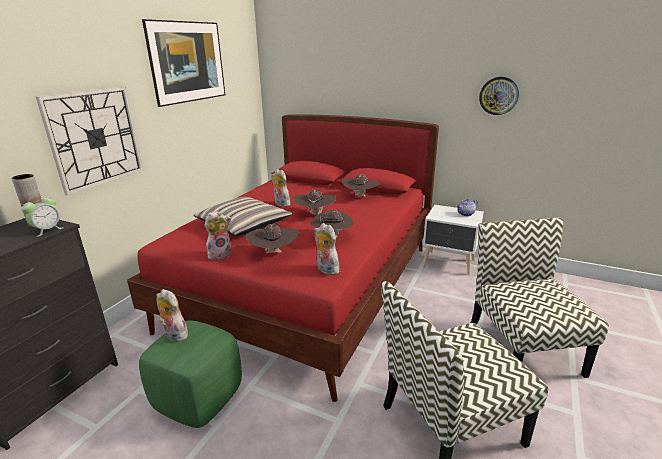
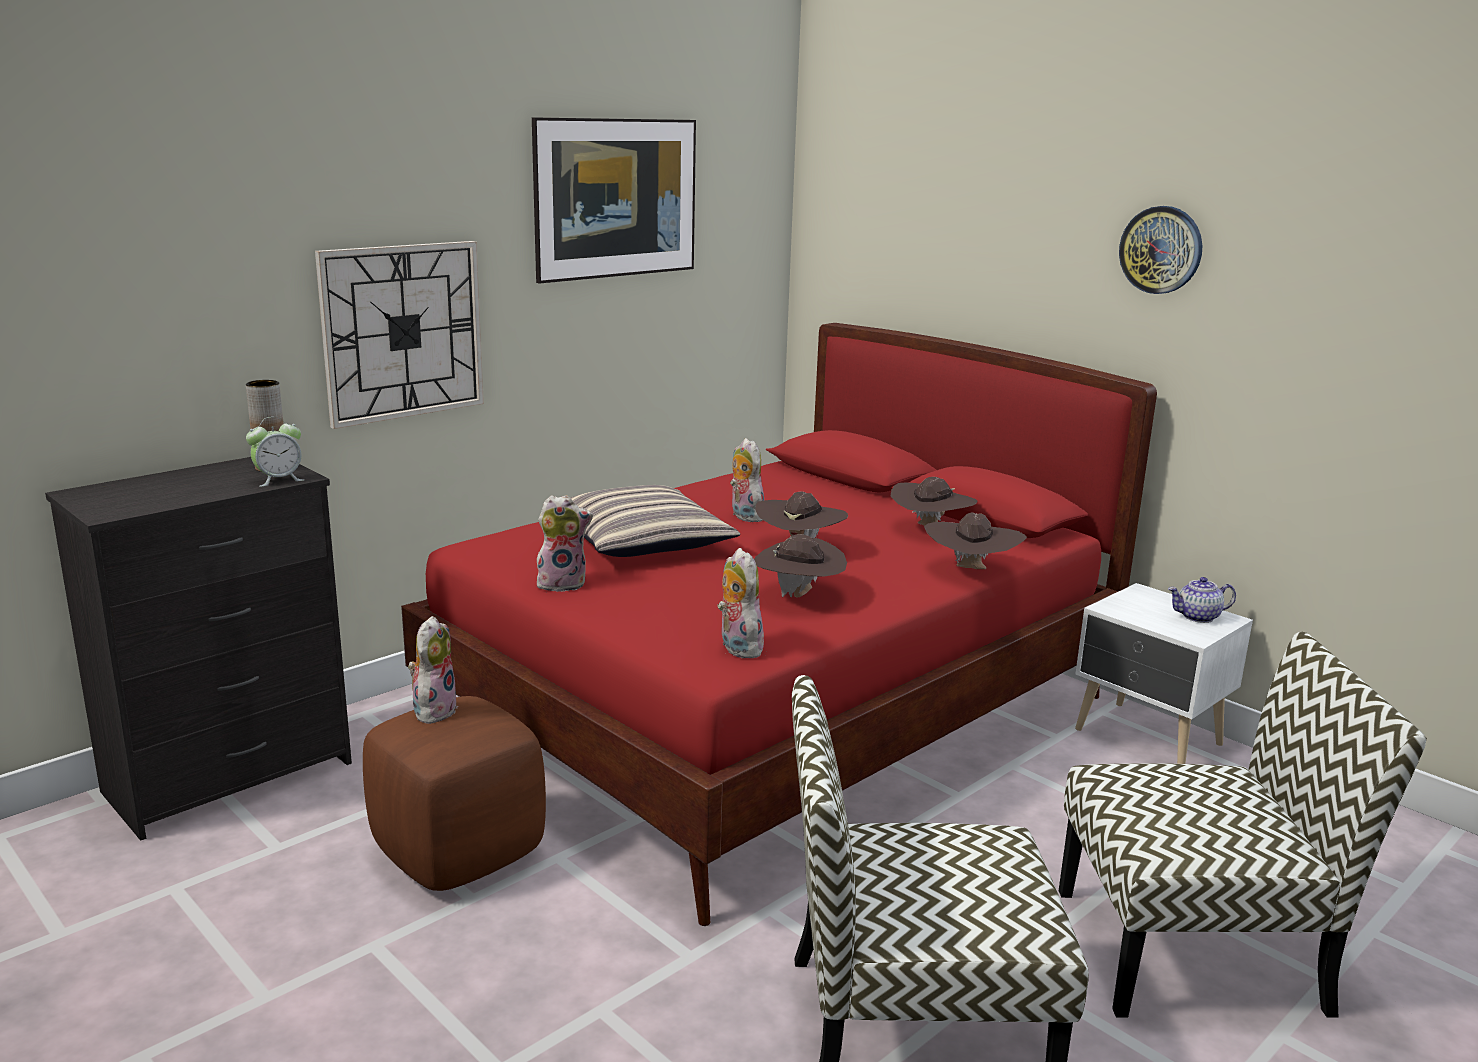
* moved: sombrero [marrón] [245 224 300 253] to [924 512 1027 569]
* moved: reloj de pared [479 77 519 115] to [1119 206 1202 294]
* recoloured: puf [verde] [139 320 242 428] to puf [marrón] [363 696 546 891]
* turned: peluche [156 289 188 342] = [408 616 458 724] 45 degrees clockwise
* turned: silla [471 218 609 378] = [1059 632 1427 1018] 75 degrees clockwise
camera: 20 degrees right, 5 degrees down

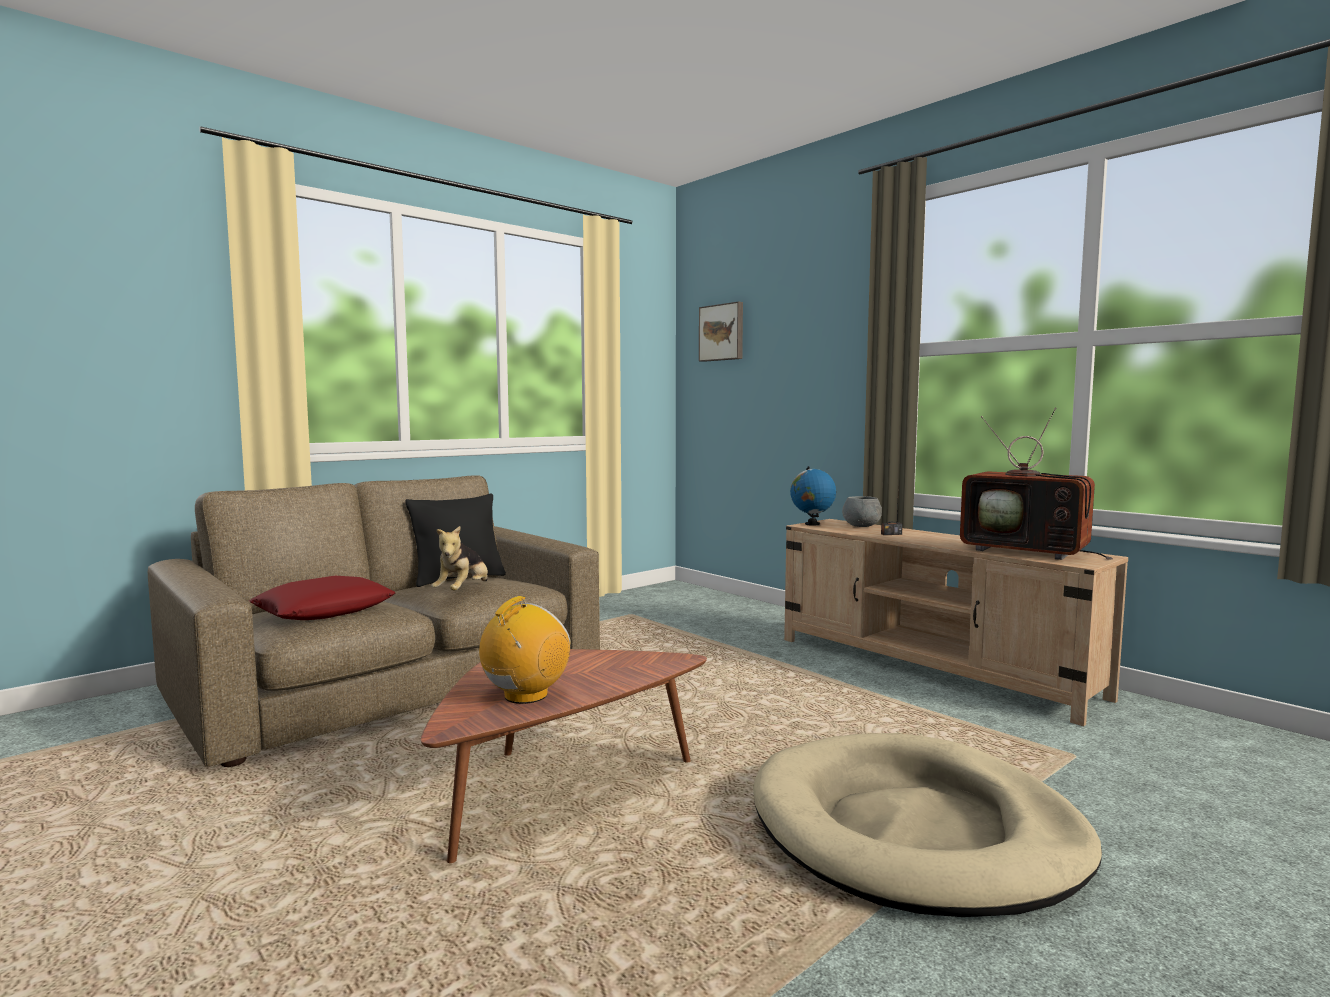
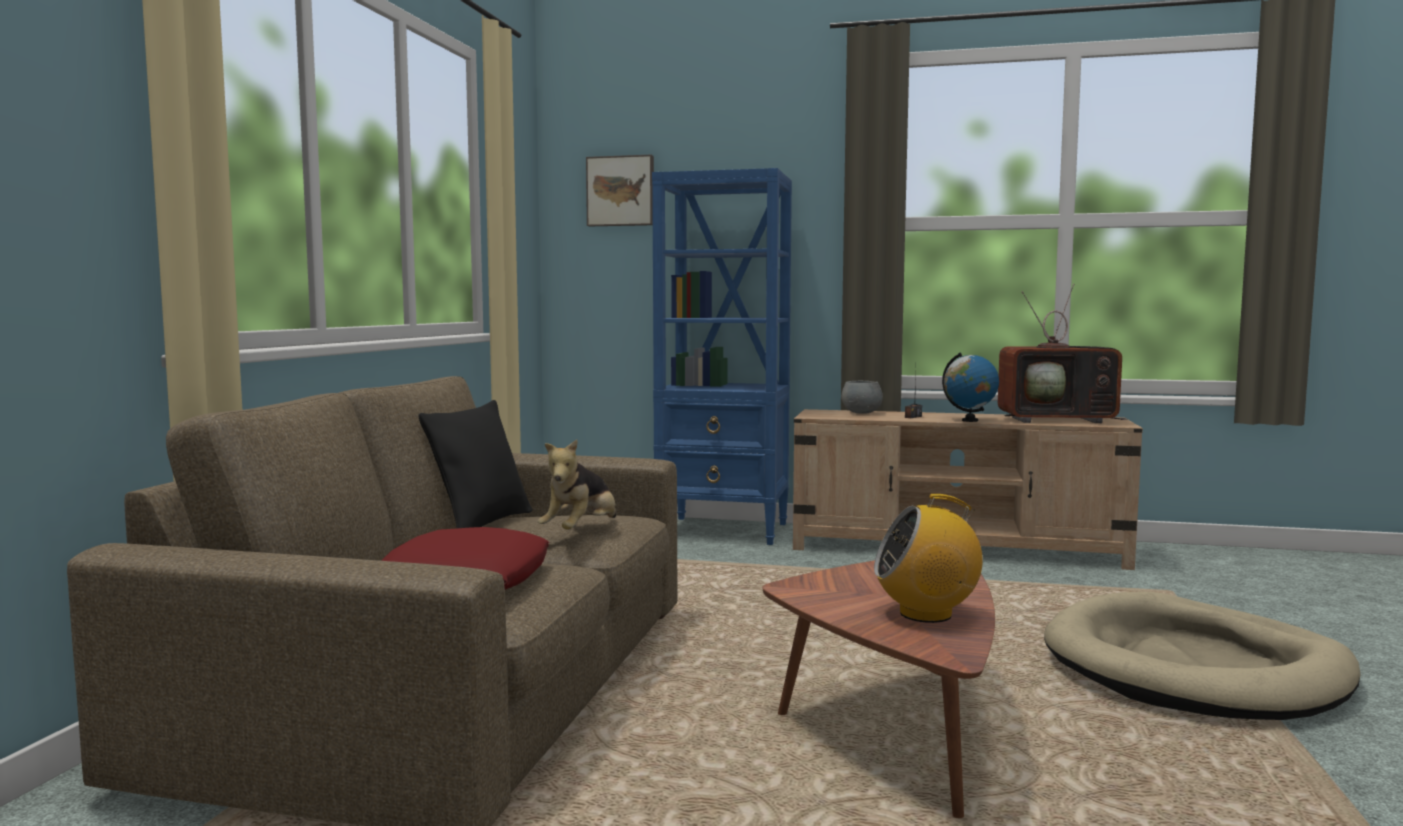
* added: estantería [azul] [652 168 792 545]
* moved: globo terráqueo [790 466 836 525] to [942 352 999 422]
* turned: peluche [431 526 488 590] = [538 439 616 530] 45 degrees clockwise
* turned: radio [479 596 570 704] = [874 494 983 623] 90 degrees counterclockwise
camera: 35 degrees left, 0 degrees up

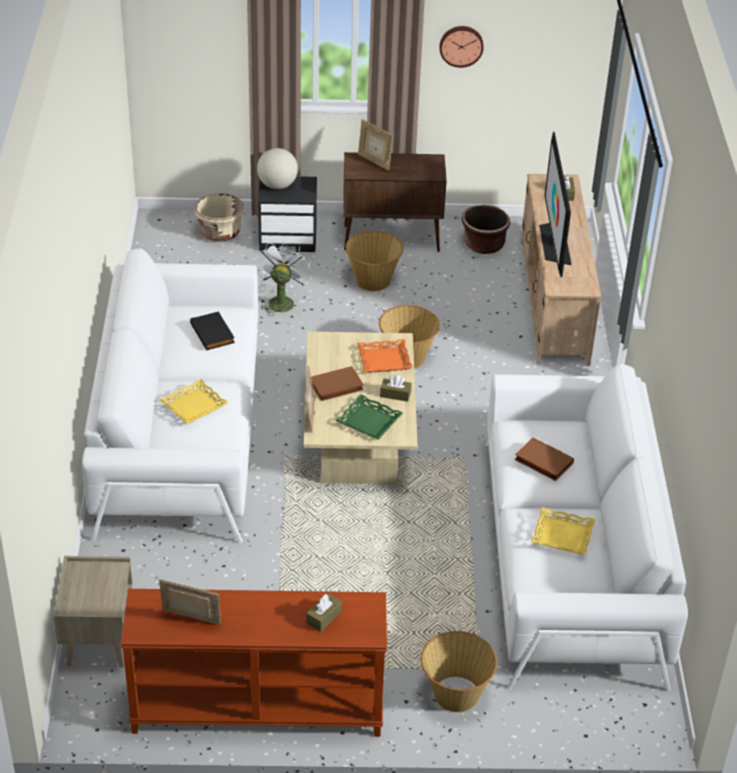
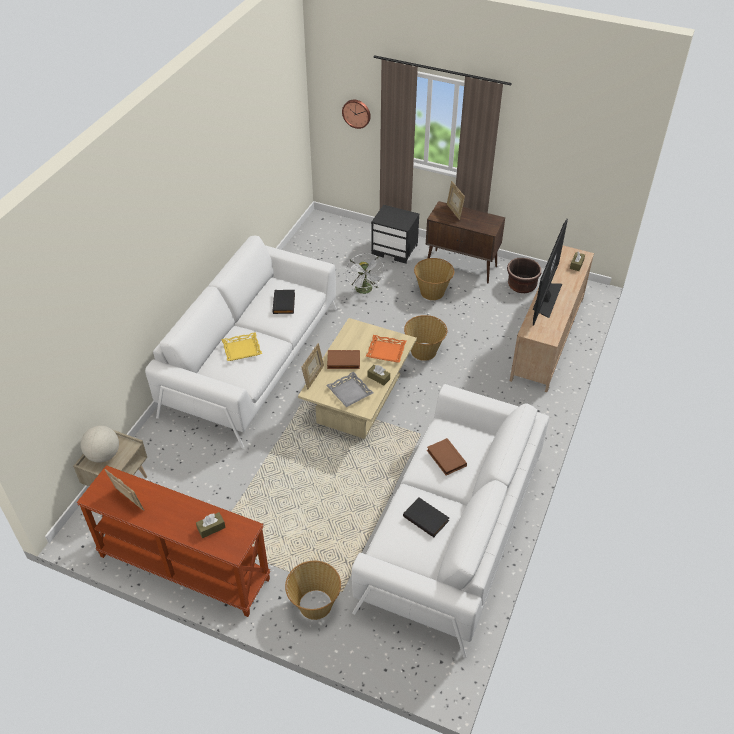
* removed: maceta [beis] [195 193 244 242]
* moved: globo terráqueo [257 148 298 189] to [81 426 119 463]
* moved: reloj de pared [439 26 484 68] to [342 100 371 129]
* replaced: bandeja [amarillo] [531 507 596 555] to libro [negro] [403 497 449 537]
* recoloured: bandeja [verde] [336 394 403 439] to bandeja [gris] [326 371 373 407]
* turned: ventilador [blanco] [254 241 312 316] = [345 253 384 295] 135 degrees clockwise
camera: 25 degrees right, 5 degrees up

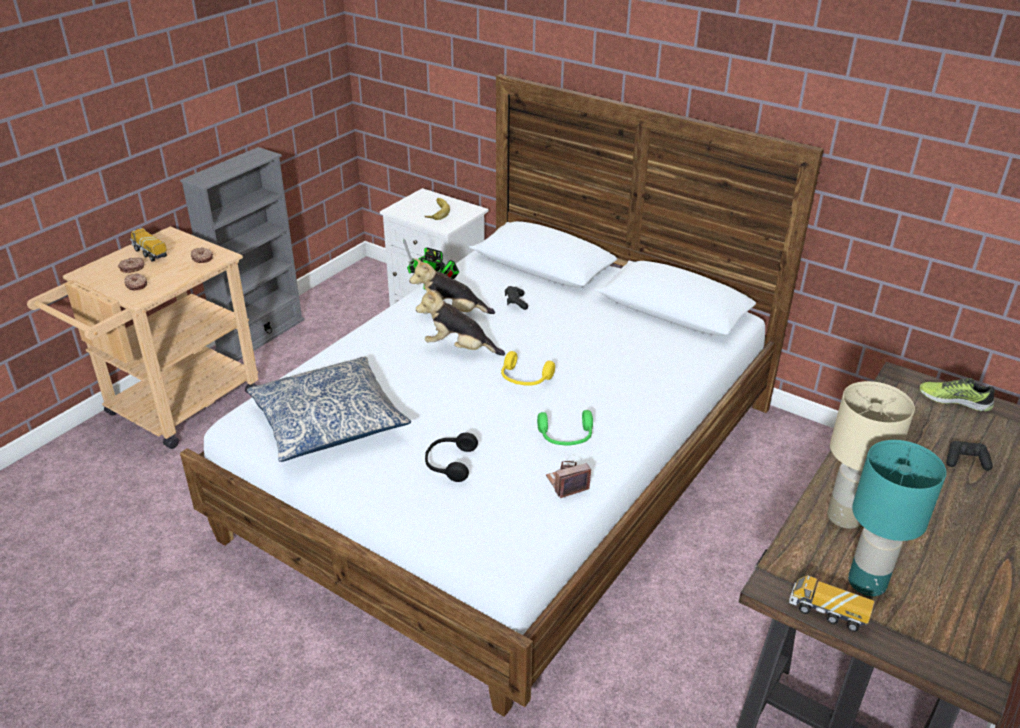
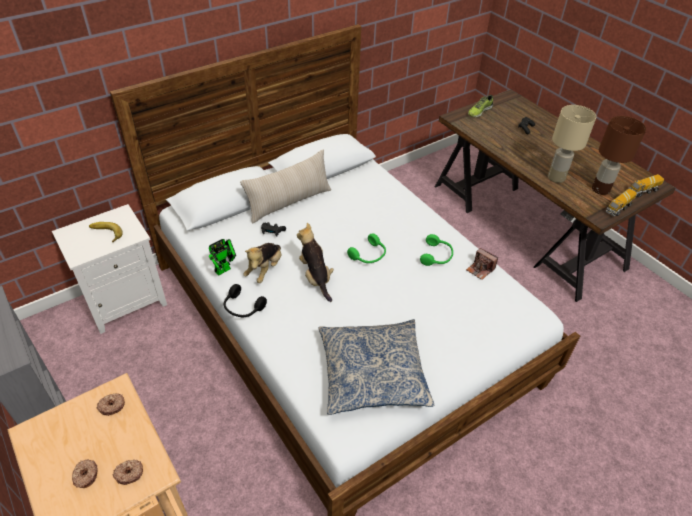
* added: cojín [beis] [240 150 331 224]
* moved: camión de juguete [130 228 167 262] to [629 174 664 197]
* moved: auriculares [negro] [425 432 478 482] to [224 284 267 317]
* recoloured: auriculares [amarillo] [501 351 555 386] to auriculares [verde] [347 233 386 263]
* recoloured: lámpara de mesa [turquesa] [848 440 946 596] to lámpara de mesa [marrón] [592 116 646 195]
* turned: peluche [416 286 505 356] = [297 223 334 302] 120 degrees clockwise
* turned: cámara [546 461 591 498] = [466 248 498 280] 45 degrees counterclockwise
camera: 70 degrees left, 10 degrees up

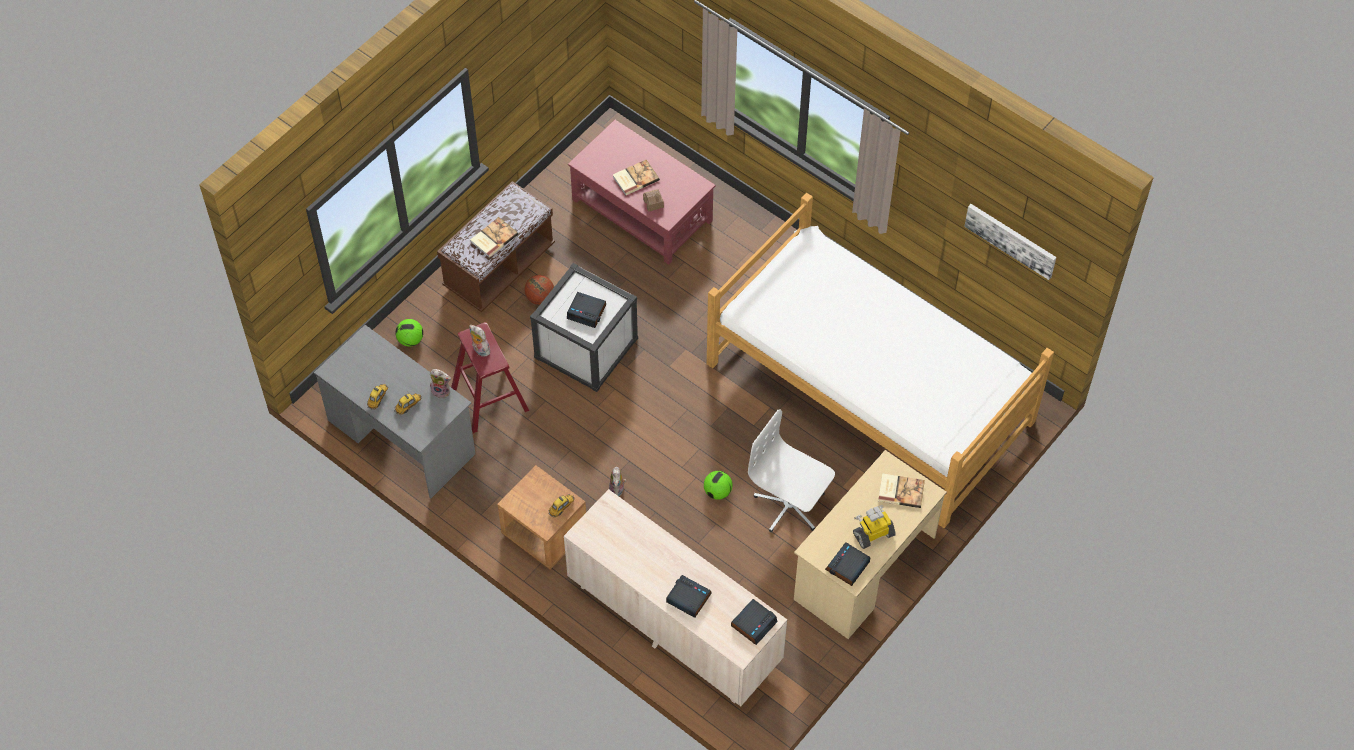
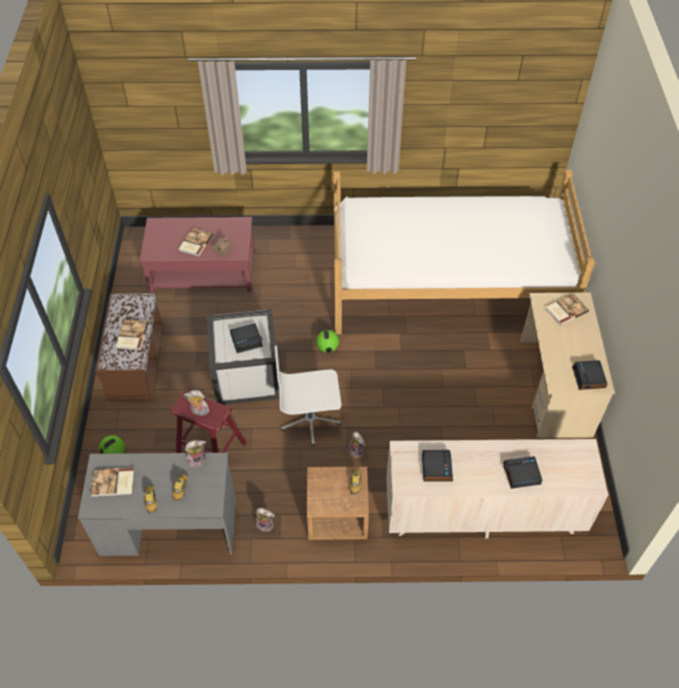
* removed: balón de baloncesto [525 275 554 305]
* removed: robot de juguete [853 505 896 549]
* removed: cuadro [964 204 1057 280]
* added: libro [91 467 135 497]
* added: peluche [255 508 275 532]
* moved: balón de fútbol [704 471 732 500] to [316 330 339 353]
* moved: despertador [731 599 777 645] to [422 450 453 482]
* moved: silla de oficina [blanco] [748 409 835 532] to [275 345 341 446]
camera: 40 degrees left, 5 degrees down

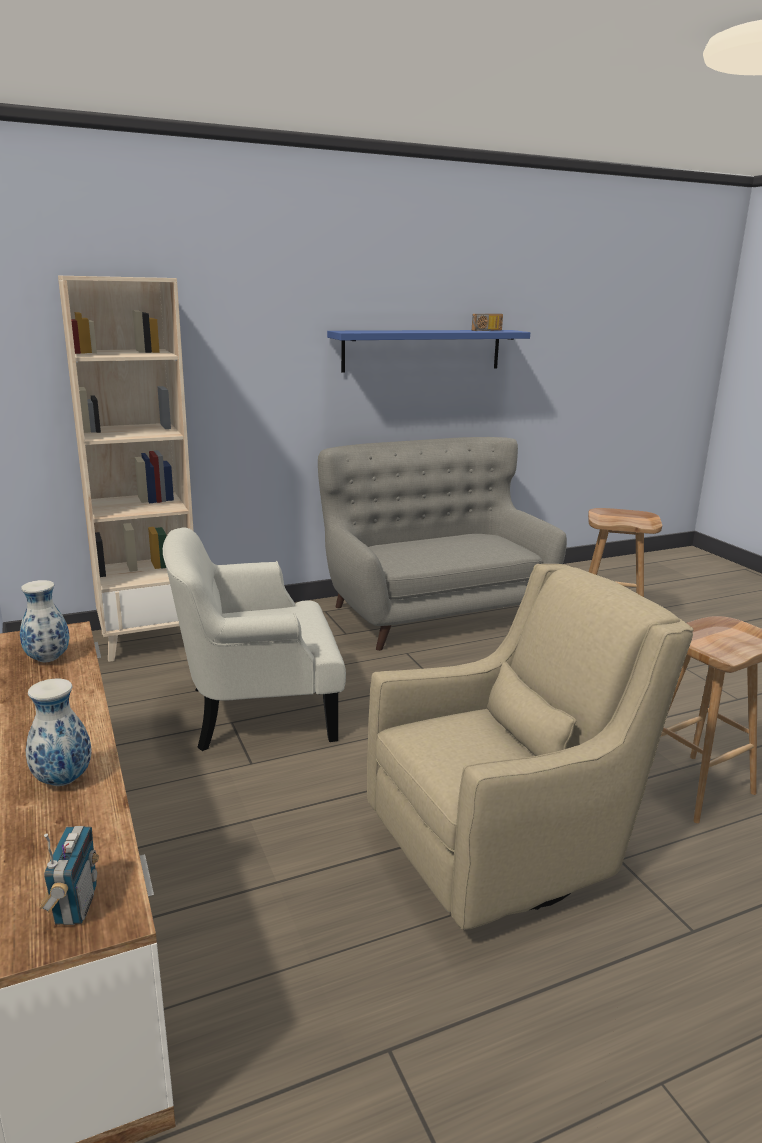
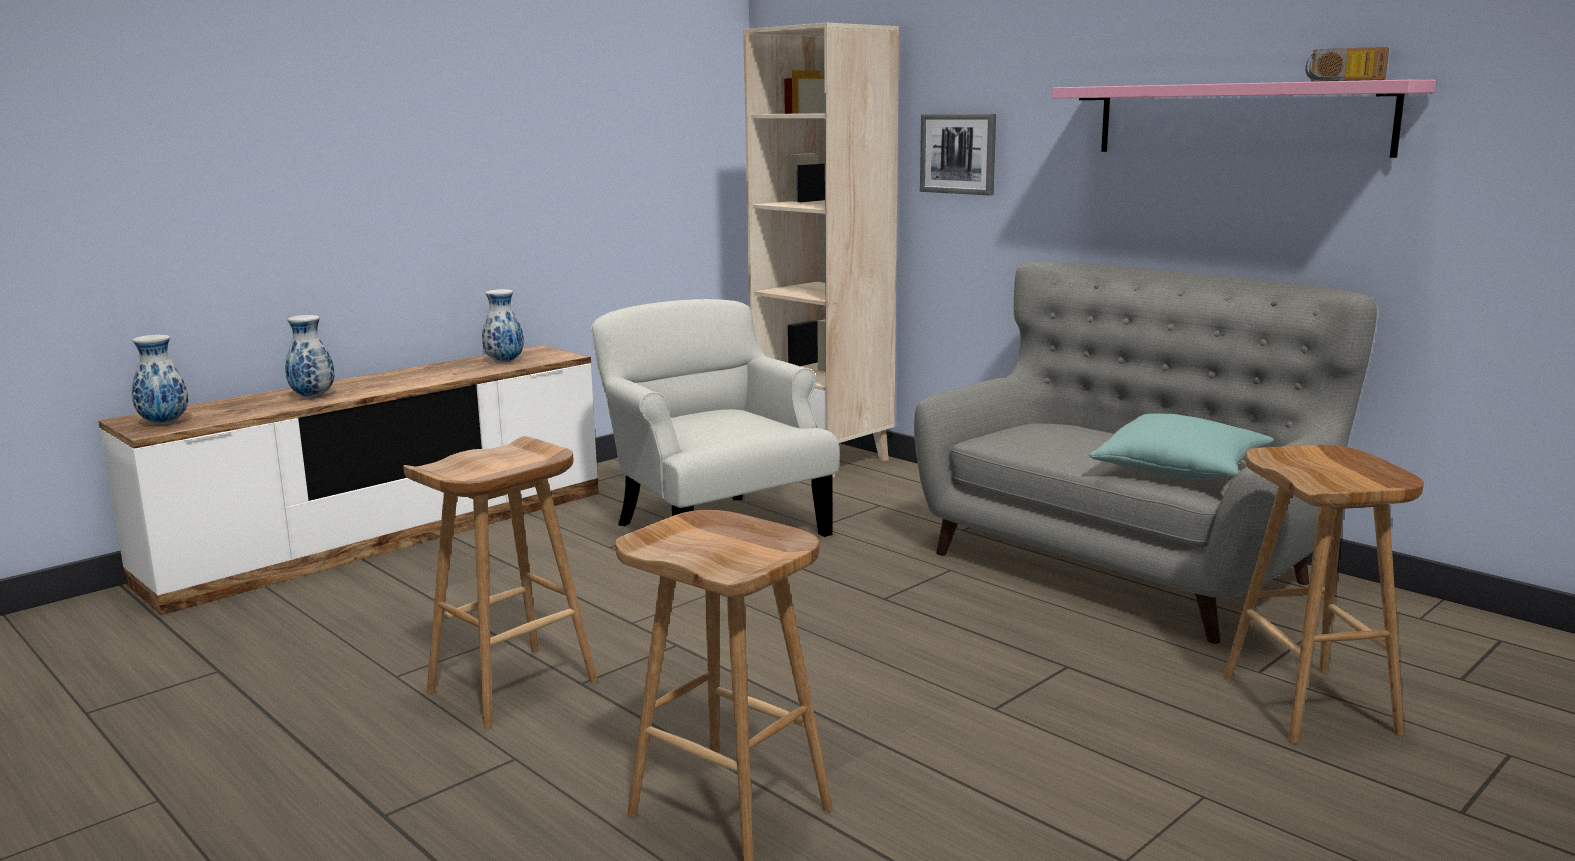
* added: cuadro [920 114 996 195]
* added: cojín [turquesa] [1089 413 1274 480]
* replaced: radio [39 826 99 925] to florero [132 335 189 424]
* replaced: sillón [beis] [367 564 693 930] to taburete [marrón] [403 436 597 728]
* recoloured: estante [azul] [327 330 530 372] to estante [rosa] [1052 80 1436 158]
camera: 70 degrees right, 5 degrees down

